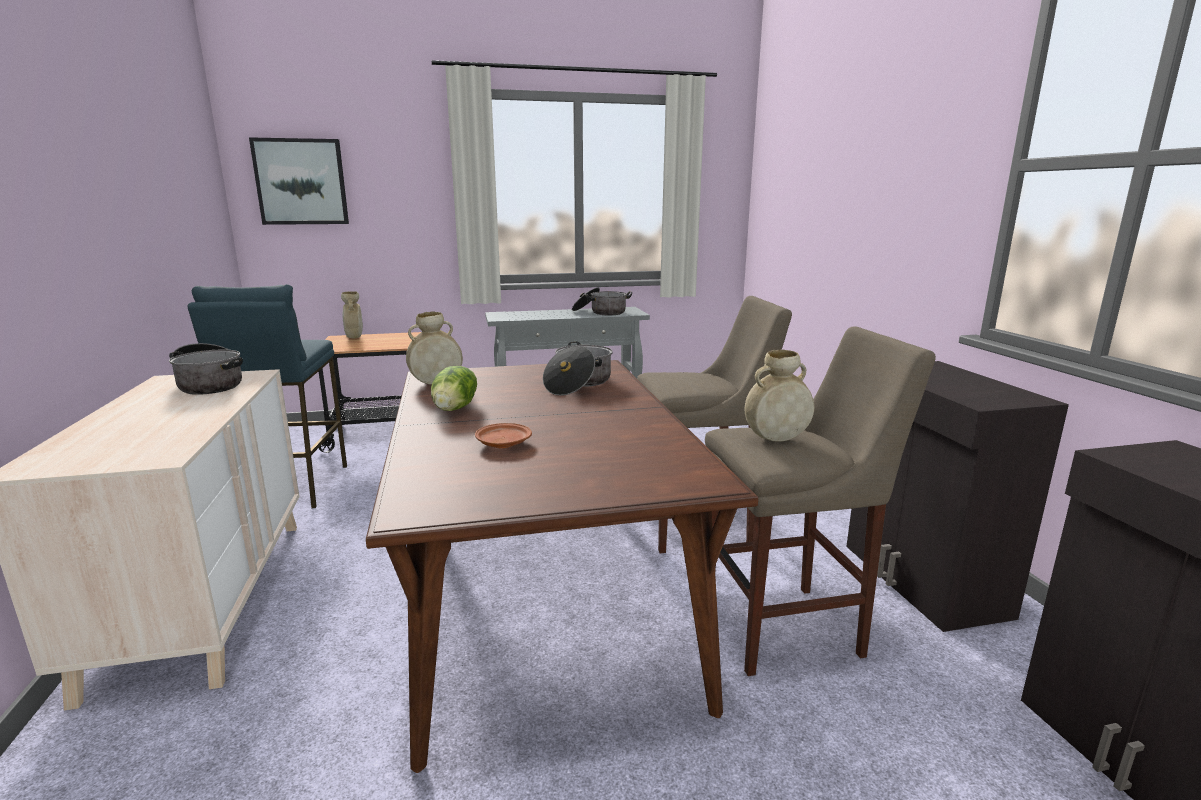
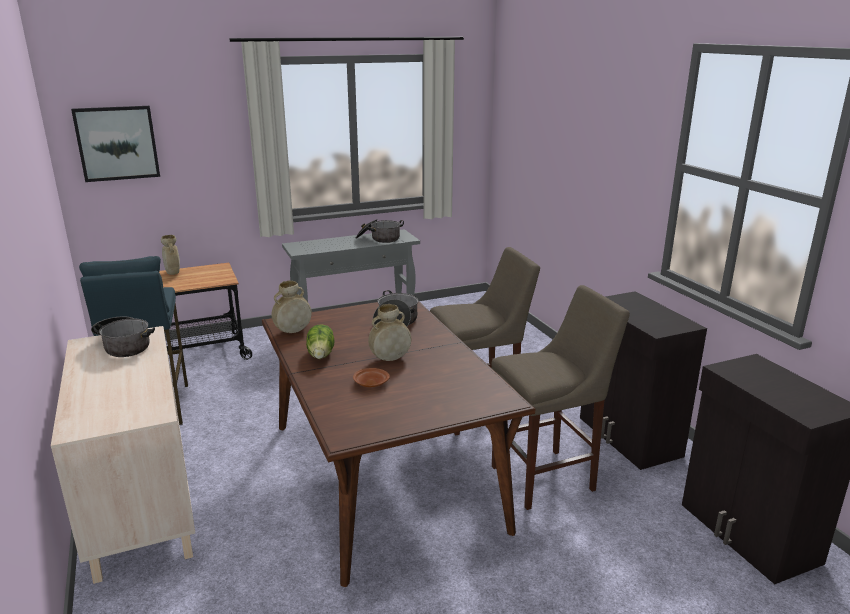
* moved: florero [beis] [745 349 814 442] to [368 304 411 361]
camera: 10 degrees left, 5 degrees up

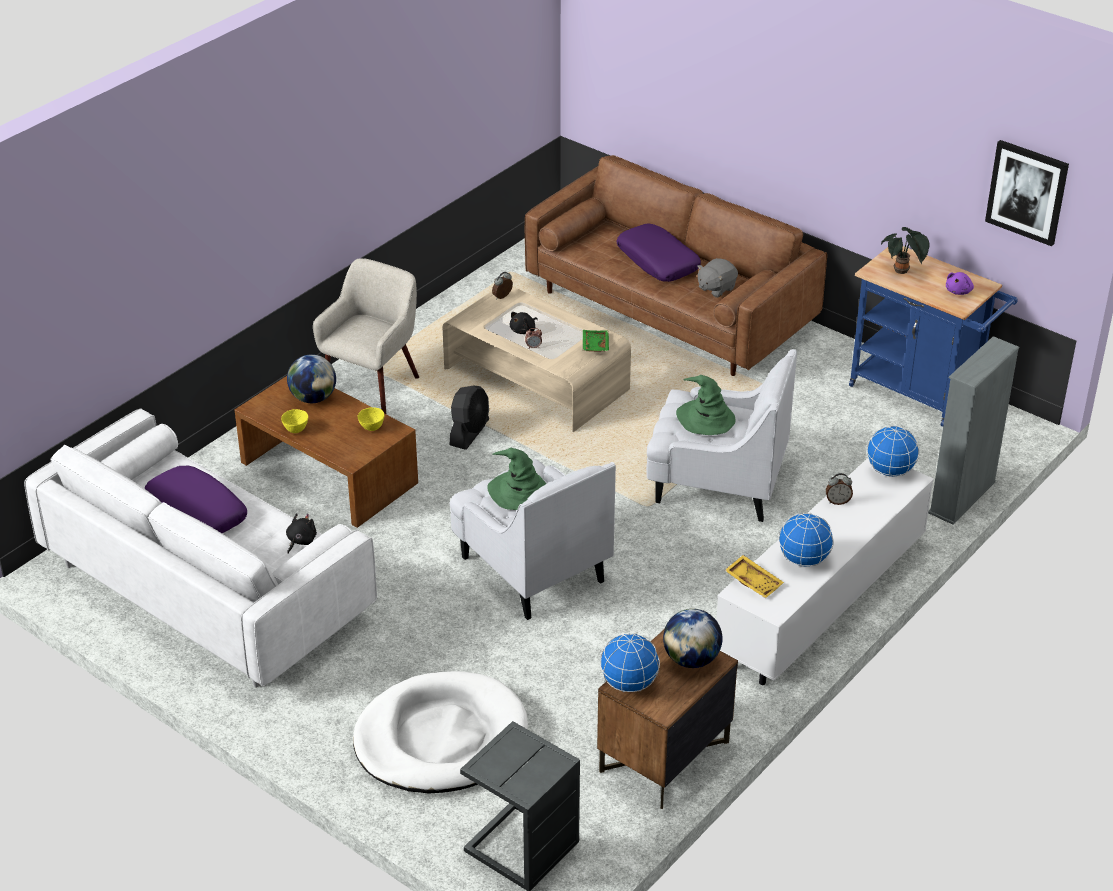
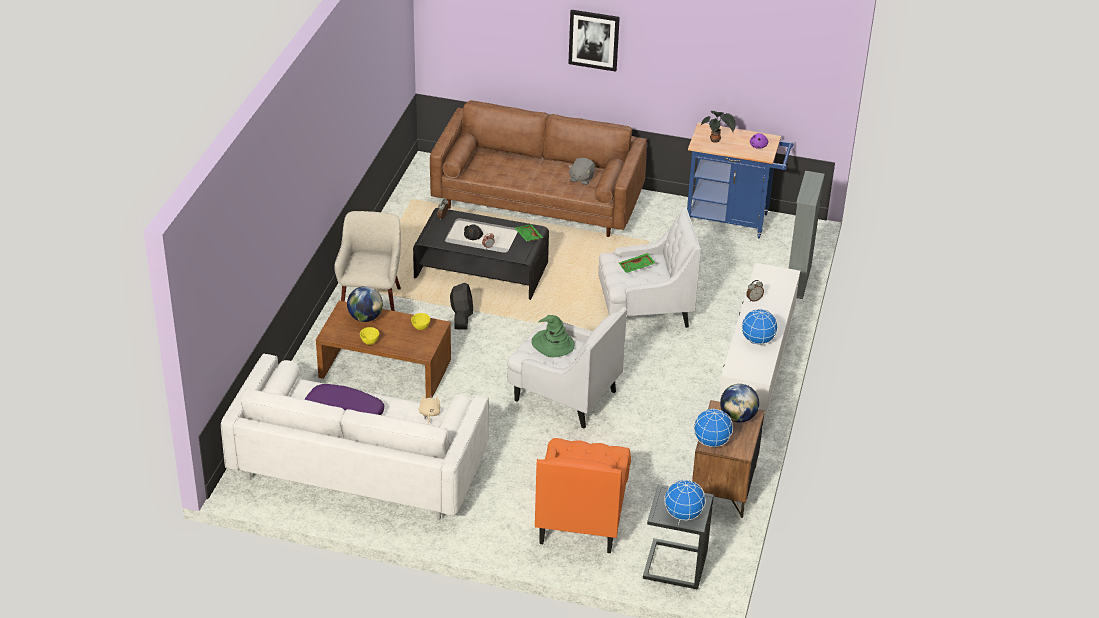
* removed: cojín [morado] [617 223 701 282]
* removed: bandeja [amarillo] [725 555 784 599]
* moved: globo terráqueo [867 426 919 477] to [664 479 706 521]
* moved: cuadro [985 140 1069 246] to [568 10 620 72]
* replaced: cama para perro [blanco] [353 671 528 794] to sillón [naranja] [535 438 631 553]
* replaced: sombrero [verde] [676 375 735 435] to bandeja [verde] [619 253 655 273]
* recoloured: peluche [negro] [286 513 317 554] to peluche [beis] [419 394 440 424]
* recoloured: mesa de centro [beis] [443 286 631 432] to mesa de centro [negro] [413 208 549 300]
camera: 25 degrees left, 0 degrees up

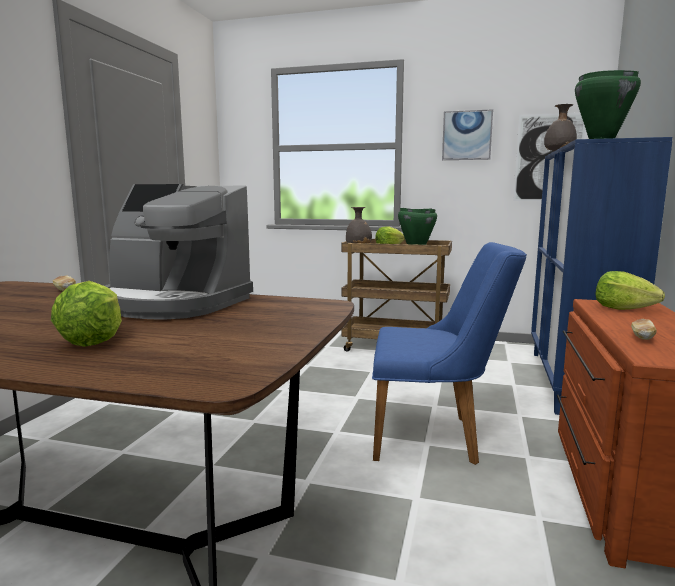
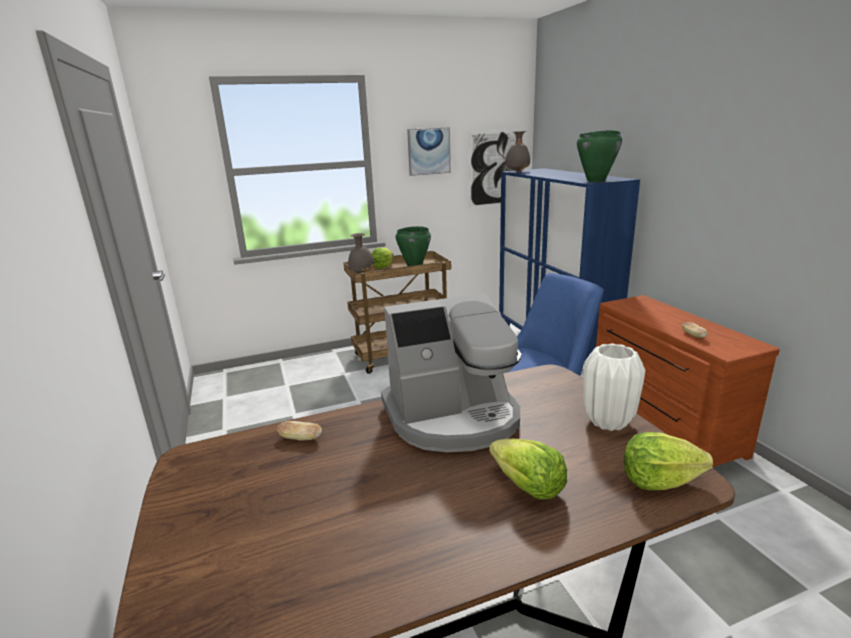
* added: florero [blanco] [583 343 645 431]
* moved: lechuga [595 271 665 310] to [624 432 713 490]
camera: 35 degrees left, 10 degrees up

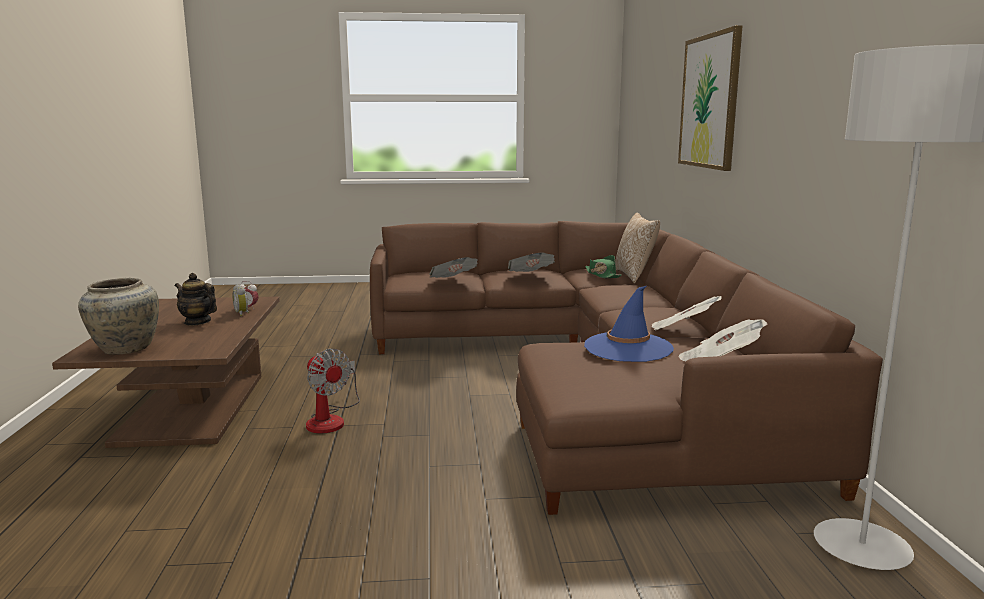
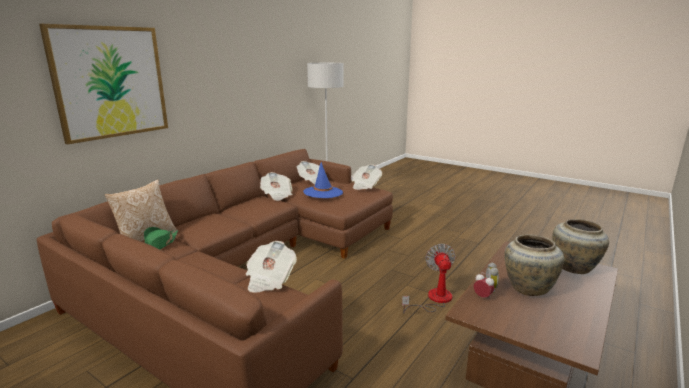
* moved: periódico [508 252 555 272] to [352 164 382 190]
* replaced: tetera [174 273 217 326] to florero [beis] [504 234 564 296]
camera: 140 degrees left, 5 degrees up

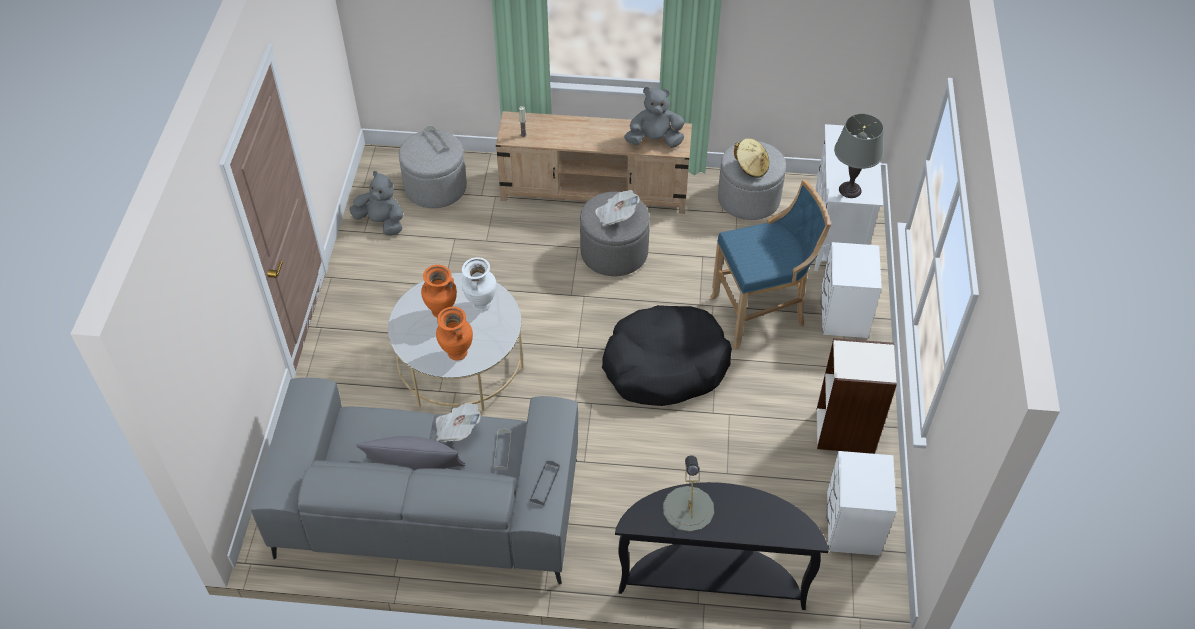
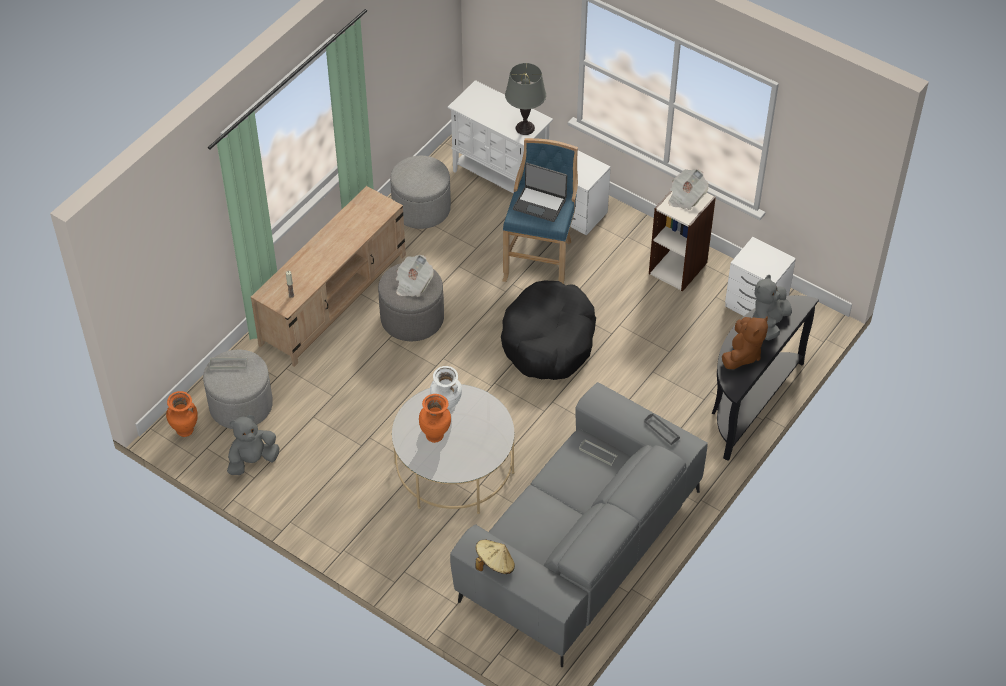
* removed: cojín [gris] [356 436 465 470]
* added: portátil [513 163 567 222]
* moved: florero [naranja] [436 307 473 361] to [166 391 198 437]
* moved: periódico [436 403 481 442] to [668 169 708 210]
* moved: peluche [gris] [624 87 684 148] to [752 275 792 340]
* moved: sombrero [beis] [734 138 769 178] to [476 540 515 574]
* replaced: lámpara de mesa [gris] [663 455 714 532] to peluche [marrón] [722 316 768 369]
camera: 60 degrees left, 0 degrees up

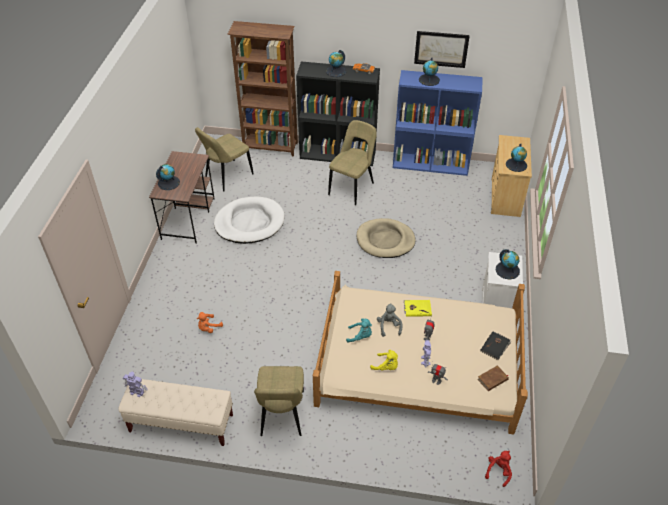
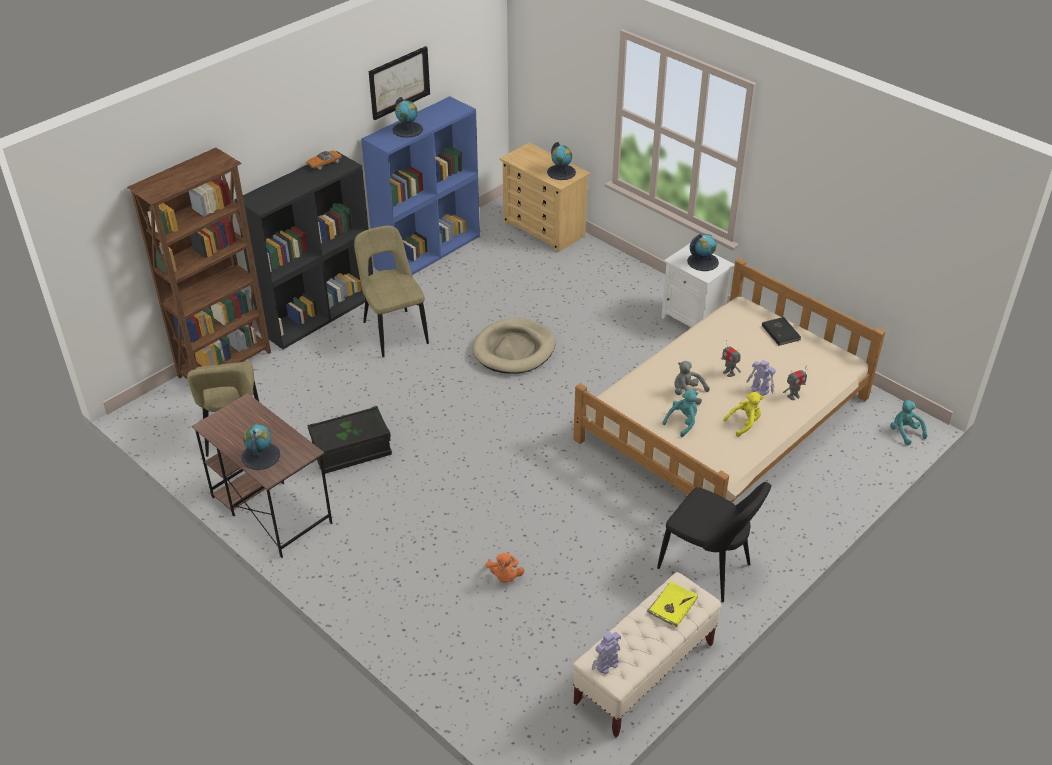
* removed: globo terráqueo [326 50 346 77]
* removed: libro [marrón] [477 365 509 391]
* moved: libro [amarillo] [404 300 432 317] to [647 582 698 627]
* replaced: cama para perro [blanco] [214 196 284 244] to caja de almacenaje [negro] [308 406 392 474]
* recoloured: silla [beis] [254 366 304 436] to silla [negro] [657 482 771 602]
* recoloured: peluche [rojo] [485 451 512 487] to peluche [turquesa] [890 400 927 445]
camera: 55 degrees left, 5 degrees down

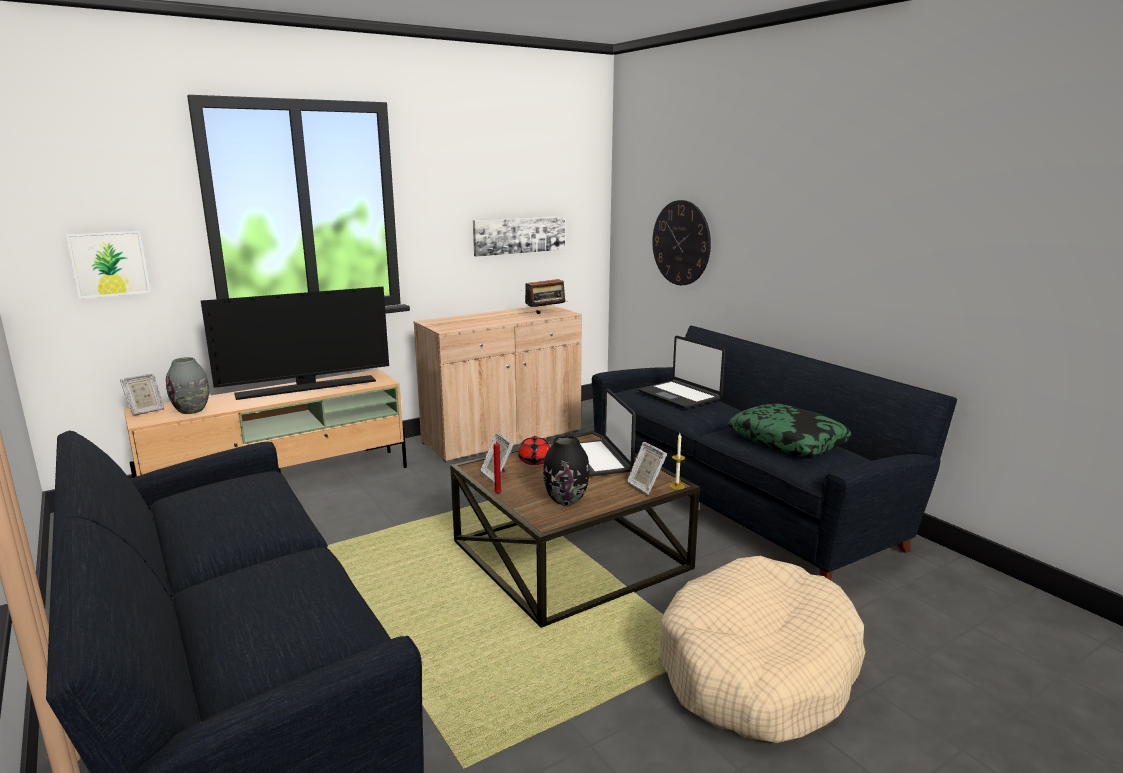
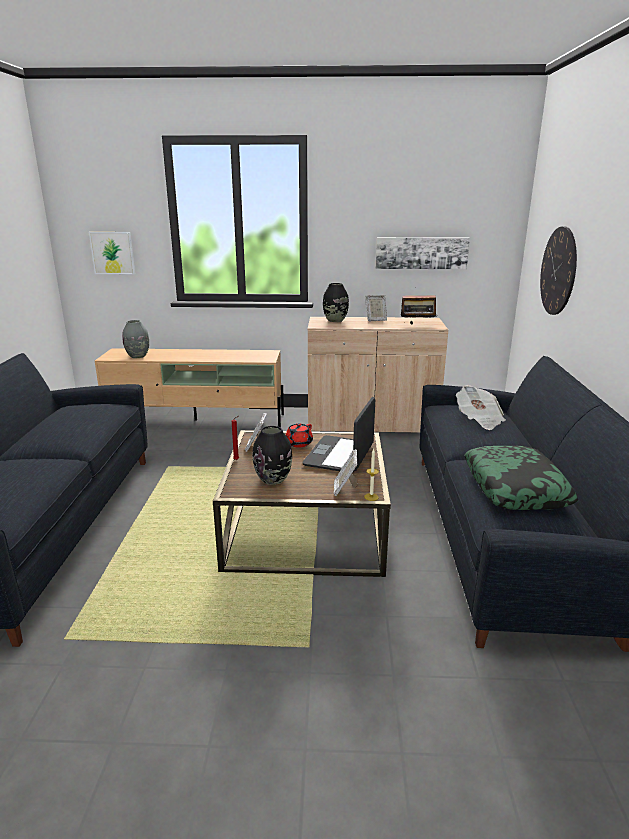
* removed: televisor [201 287 389 400]
* removed: cama para perro [beis] [659 556 866 743]
* added: florero [negro] [323 283 349 322]
* moved: portarretratos [120 374 164 416] to [365 295 387 321]
* replaced: portátil [639 336 725 408] to periódico [456 385 506 430]
camera: 35 degrees right, 5 degrees up

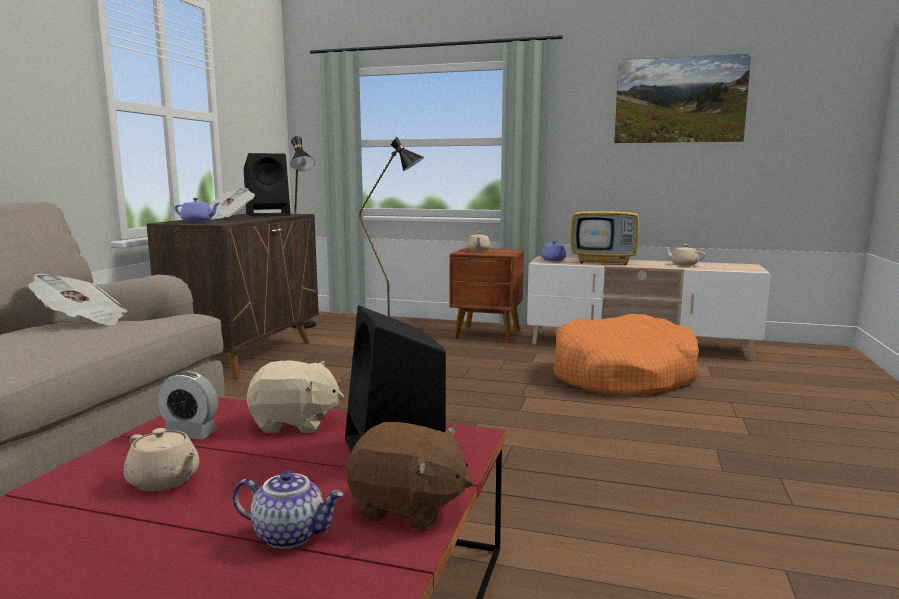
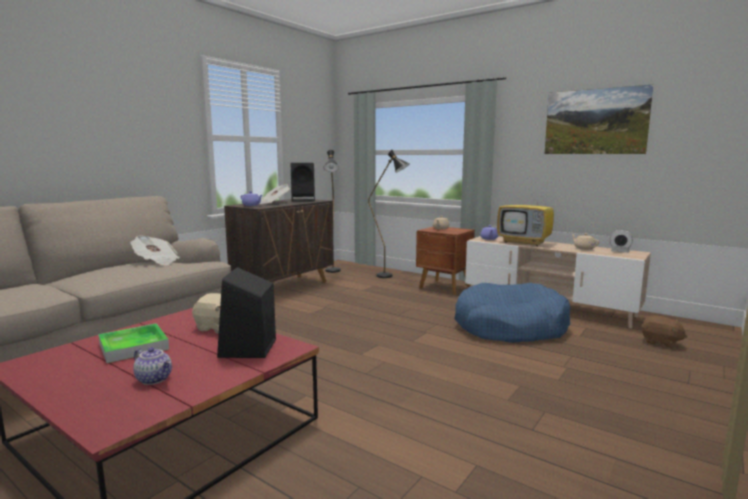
* moved: despertador [157 371 218 439] to [610 229 633 253]
* moved: peluche [marrón] [347 422 473 530] to [641 315 688 348]
* replaced: tetera [beis] [124 428 199 491] to bandeja [98 323 169 363]
* recoloured: cama para perro [naranja] [553 314 699 395] to cama para perro [azul] [455 283 571 343]
camera: 20 degrees right, 0 degrees up

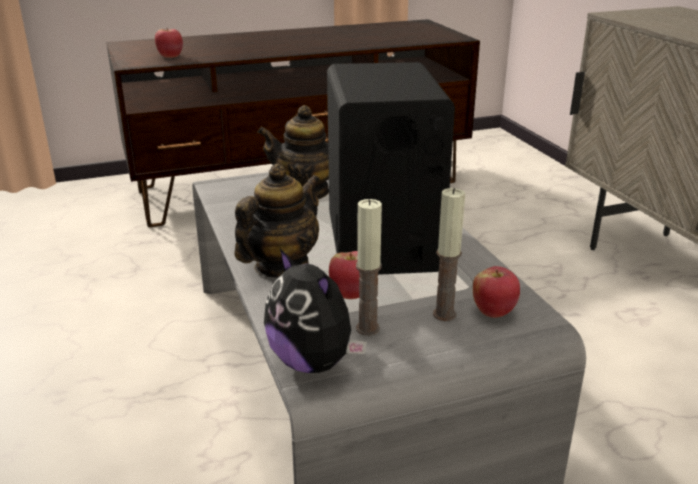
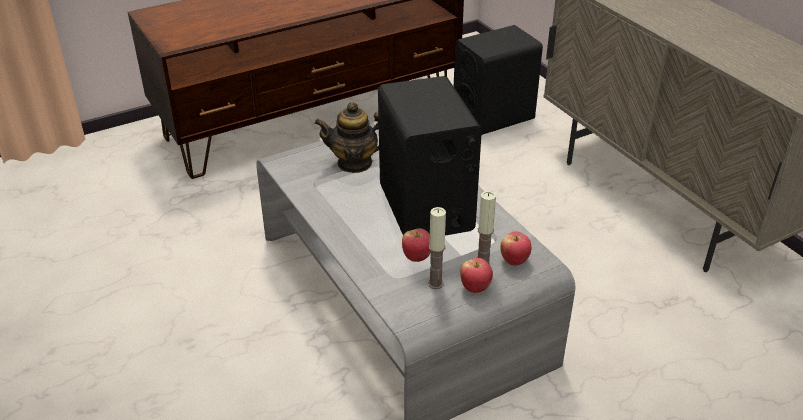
* removed: tetera [234 164 320 278]
* removed: peluche [264 249 367 373]
* added: altavoz [negro] [454 25 543 135]
* moved: manzana [155 28 183 58] to [460 258 493 293]
camera: 10 degrees left, 10 degrees up

